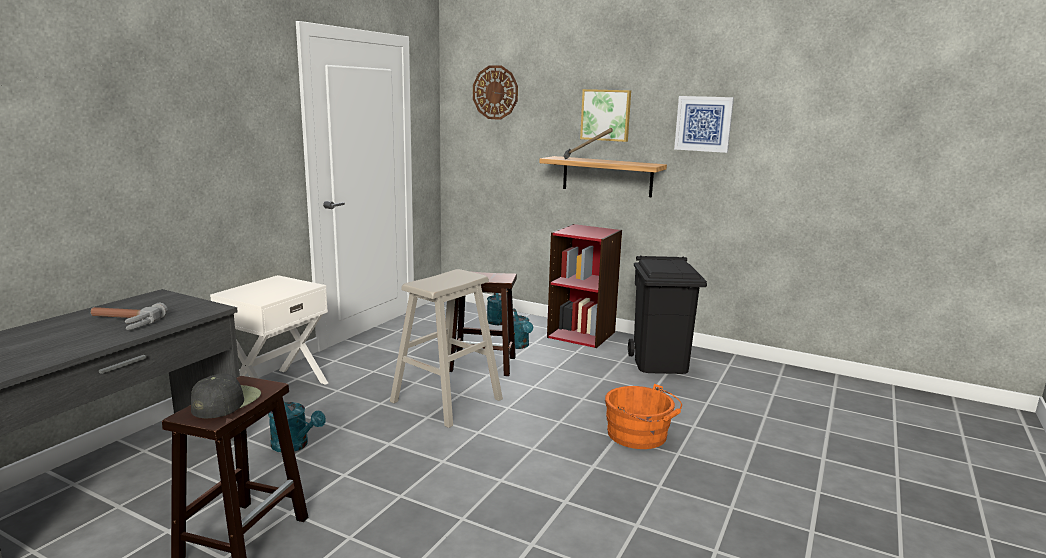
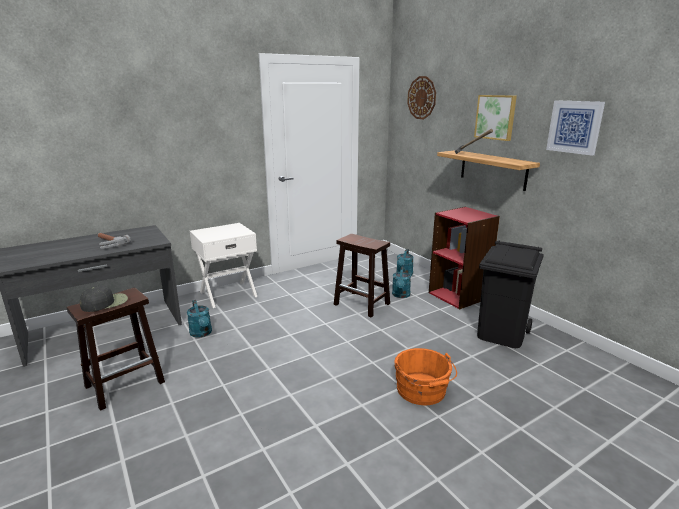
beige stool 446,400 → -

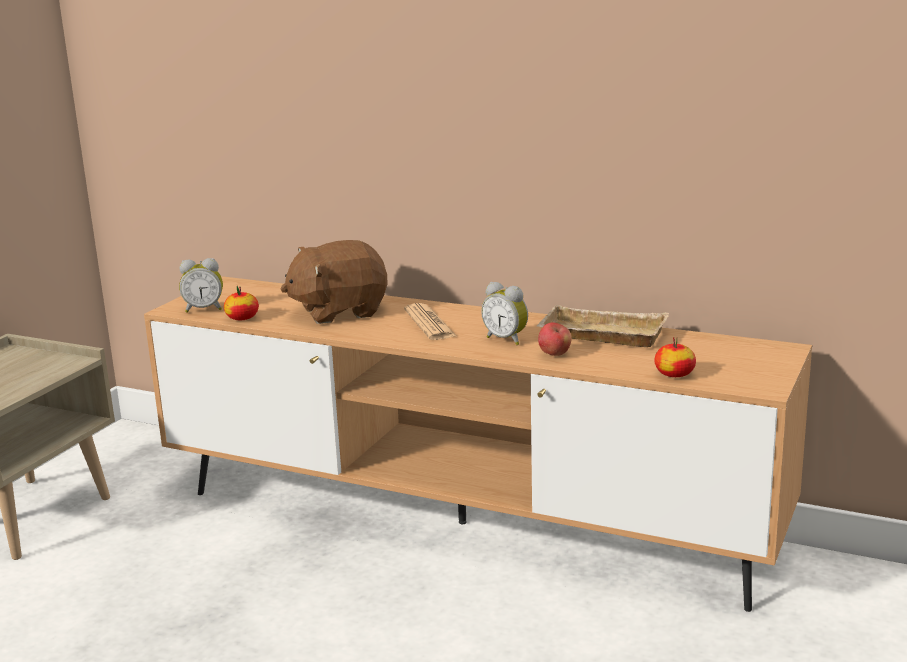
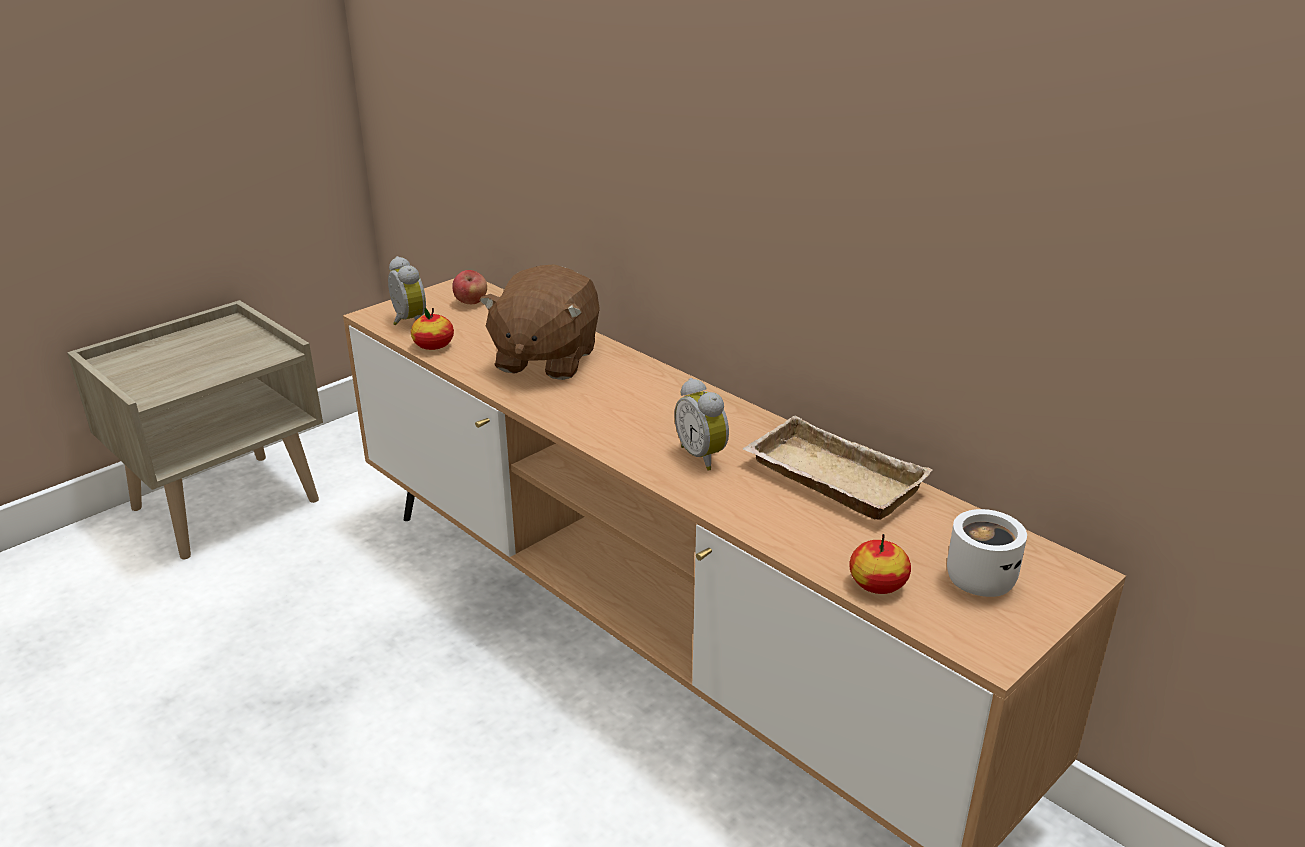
brown plush toy 339,311 → brown plush toy 545,359, 75 degrees counterclockwise
alarm clock 204,309 → alarm clock 407,322, 135 degrees counterclockwise
newspaper 429,323 → -
apple 554,354 → apple 471,302, relocated
- → white mug 977,576

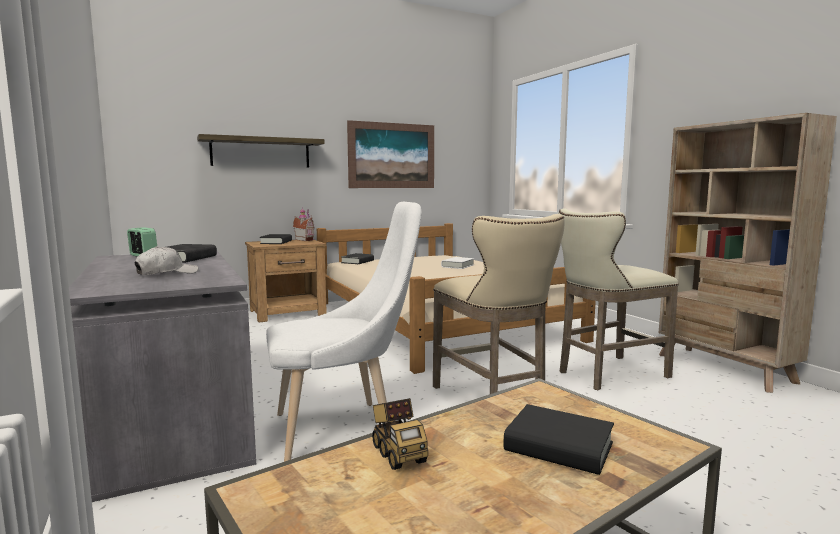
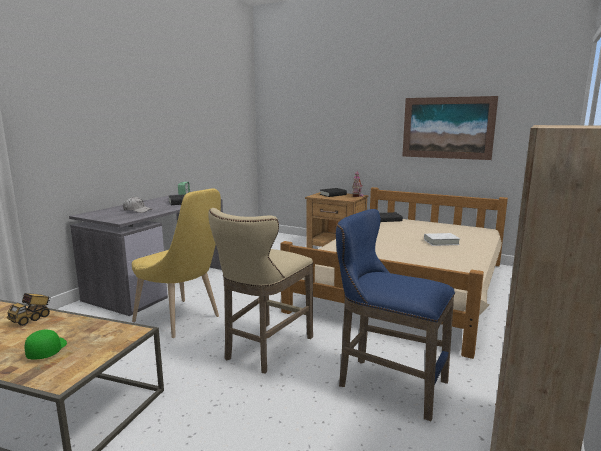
shelf 261,152 → -
white chair 343,429 → yellow chair 181,320
beige stool 606,374 → blue stool 386,383
black book 558,447 → green cap 46,350

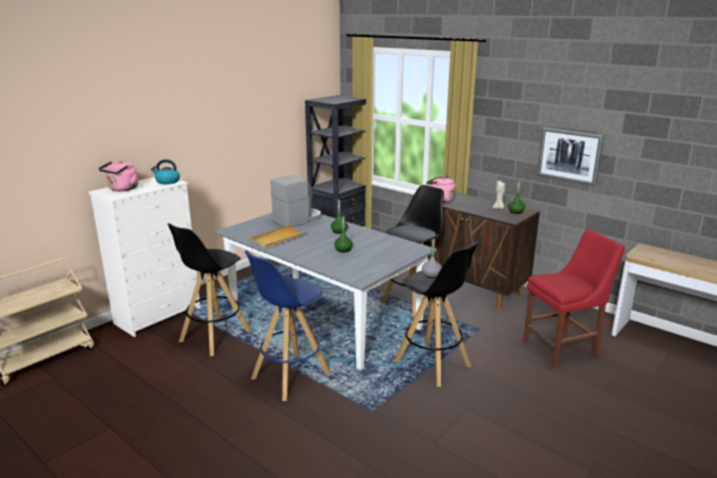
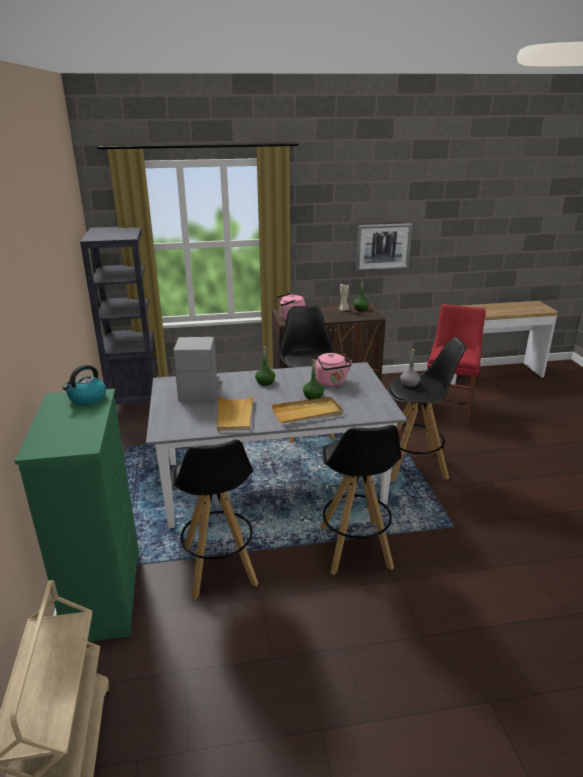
pink kettle 122,189 → pink kettle 332,383, relocated
white dresser 159,315 → green dresser 106,593
blue stool 290,376 → black stool 355,548
- → beige tray 307,413

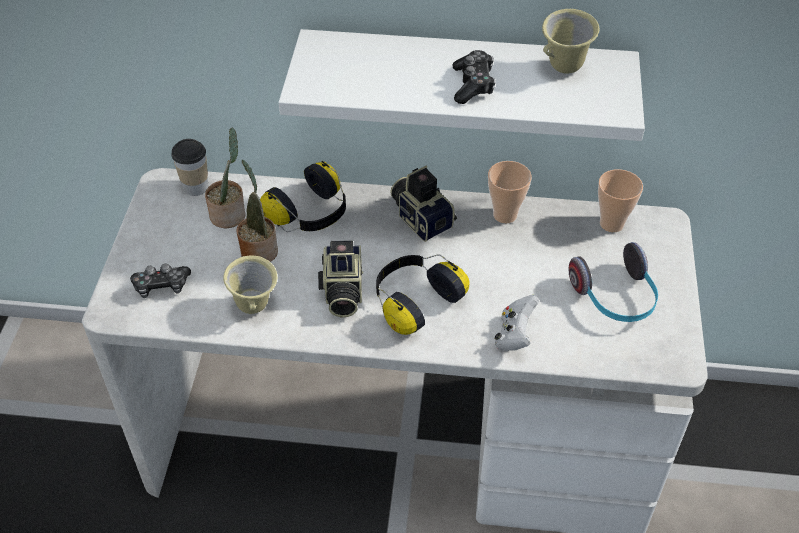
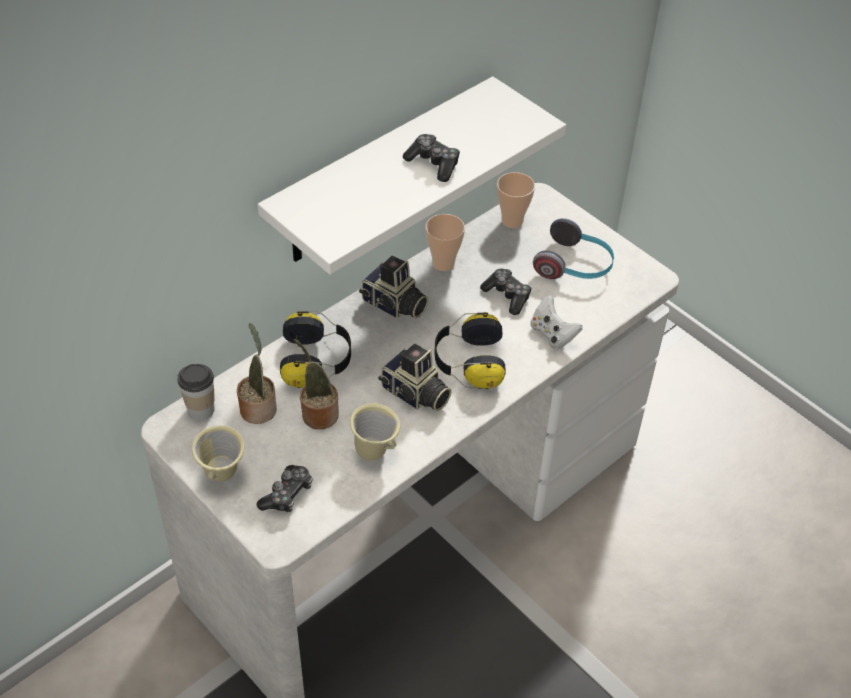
beige mug 564,70 → beige mug 223,476, relocated
photo camera 421,217 → photo camera 394,305, 150 degrees counterclockwise
- → game controller 507,296

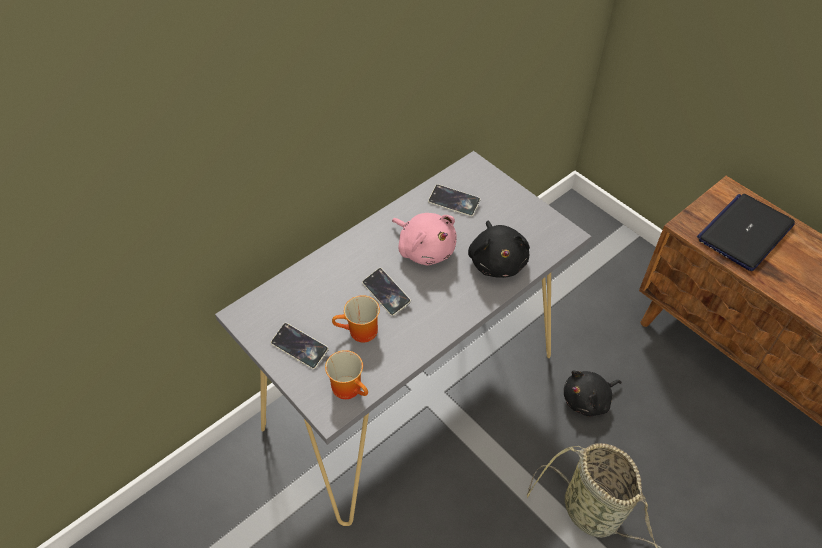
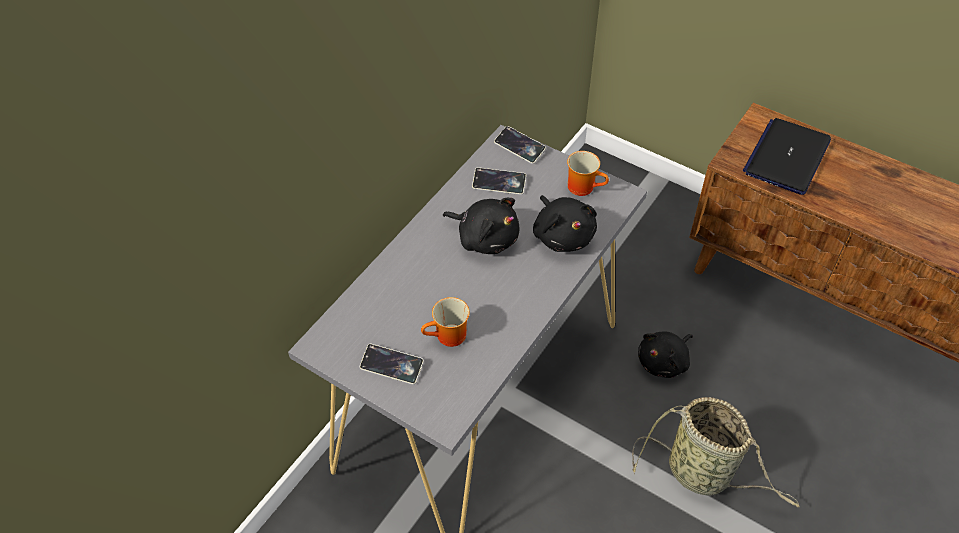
pink plush toy 425,249 → black plush toy 485,237
phone 386,294 → phone 519,147, relocated
mug 350,387 → mug 584,186, relocated

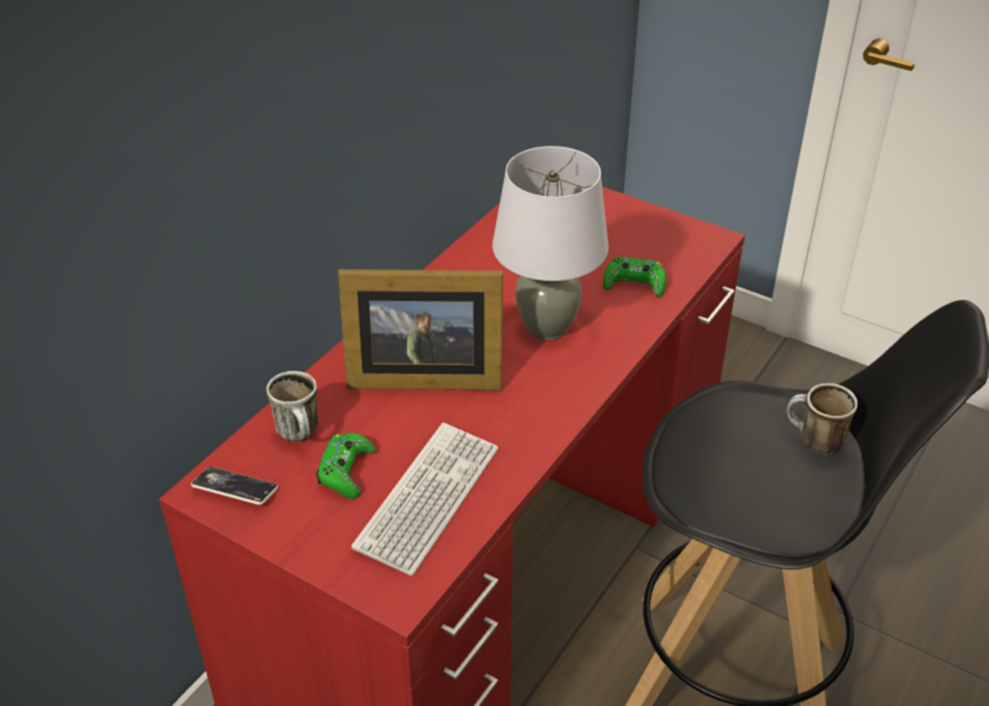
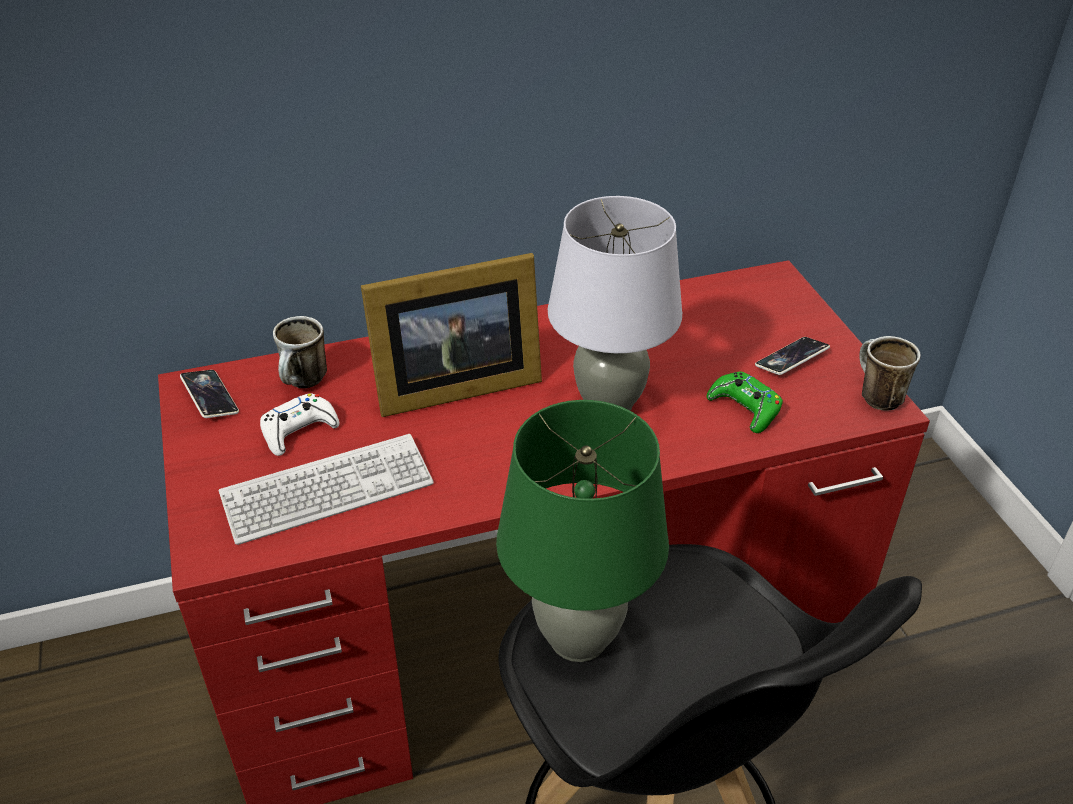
picture frame 420,374 → picture frame 451,386, 60 degrees counterclockwise
mug 813,442 → mug 874,395, relocated
green game controller 346,471 → white game controller 298,431
- → phone 791,360
- → green table lamp 577,638

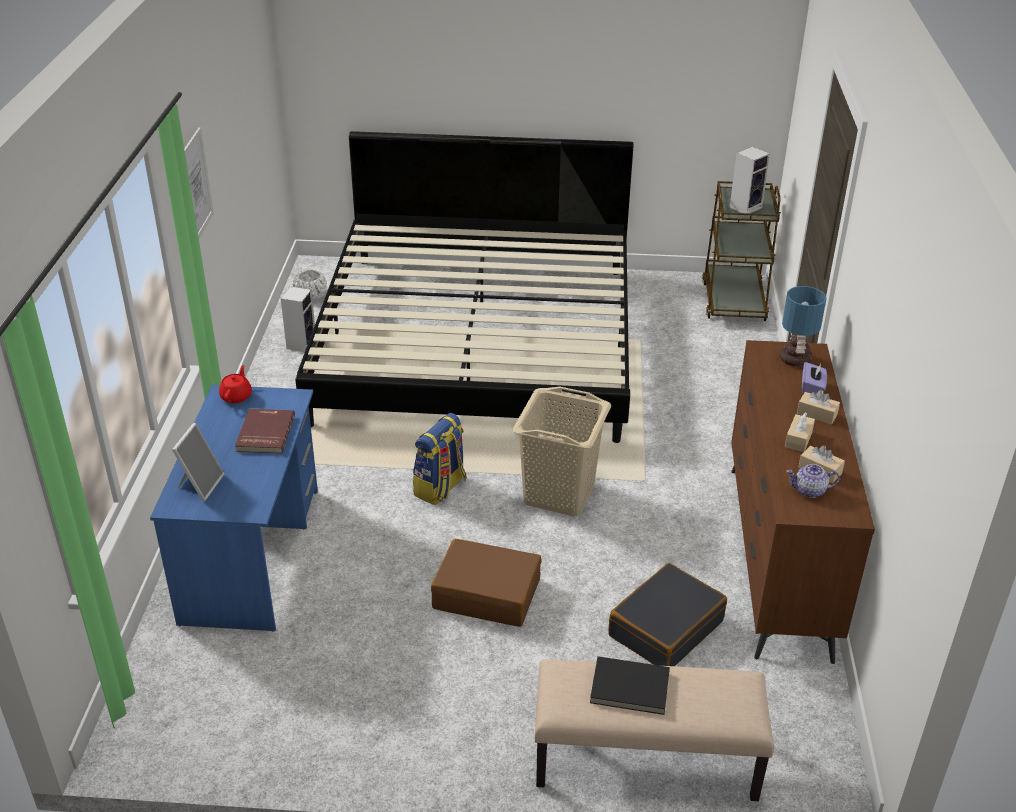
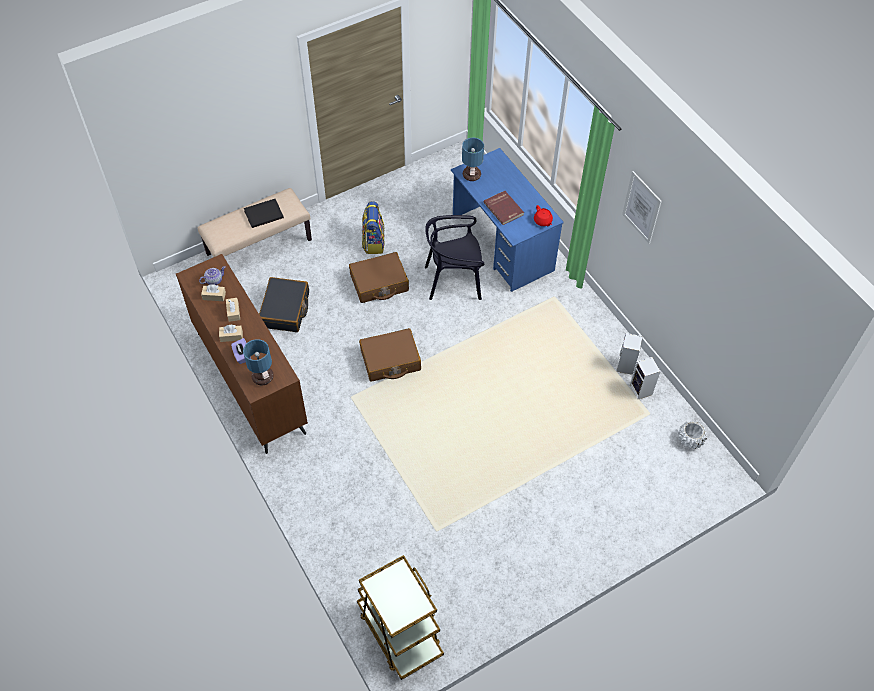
bed 478,341 → -
speaker 746,207 → speaker 626,366, relocated
beige laundry basket 558,494 → brown suitcase 390,360
backpack 440,488 → backpack 373,242, relocated
picture frame 200,485 → -
- → table lamp 471,175
- → black chair 453,280

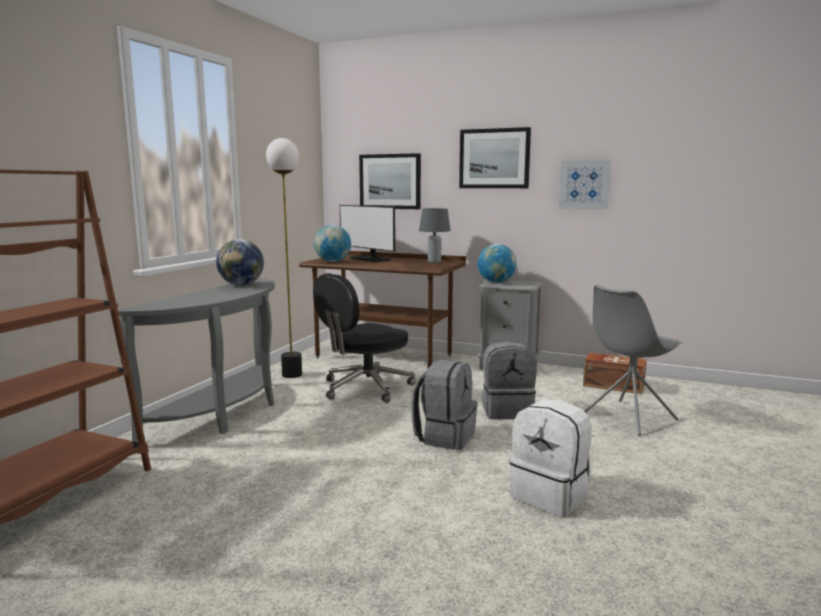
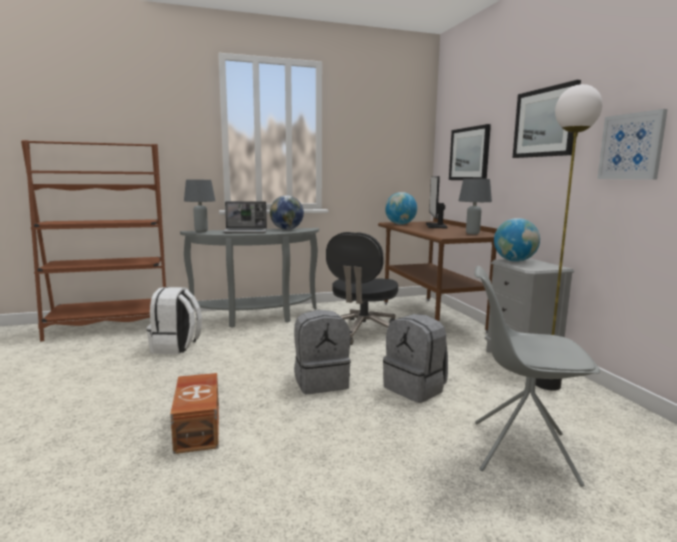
floor lamp 292,374 → floor lamp 547,384, relocated
black office chair 365,388 → black office chair 362,332, 75 degrees counterclockwise
brown storage box 612,385 → brown storage box 199,427, relocated
white backpack 550,495 → white backpack 176,347, relocated
- → grey table lamp 201,231
- → laptop 246,232

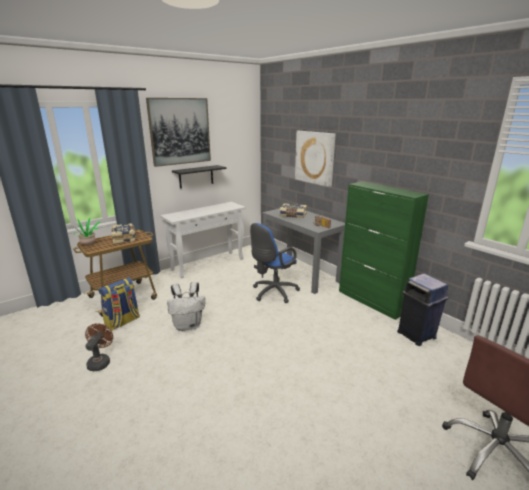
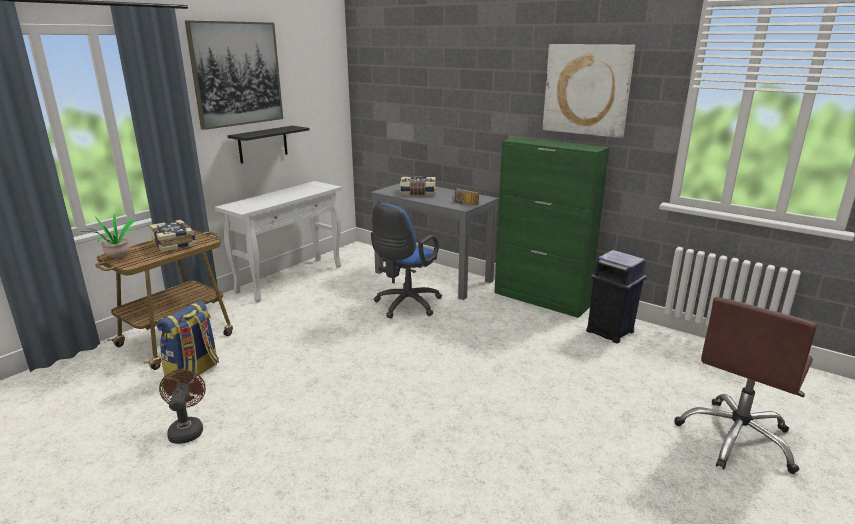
picture 314,158 → picture 587,90, relocated
white backpack 188,325 → -

